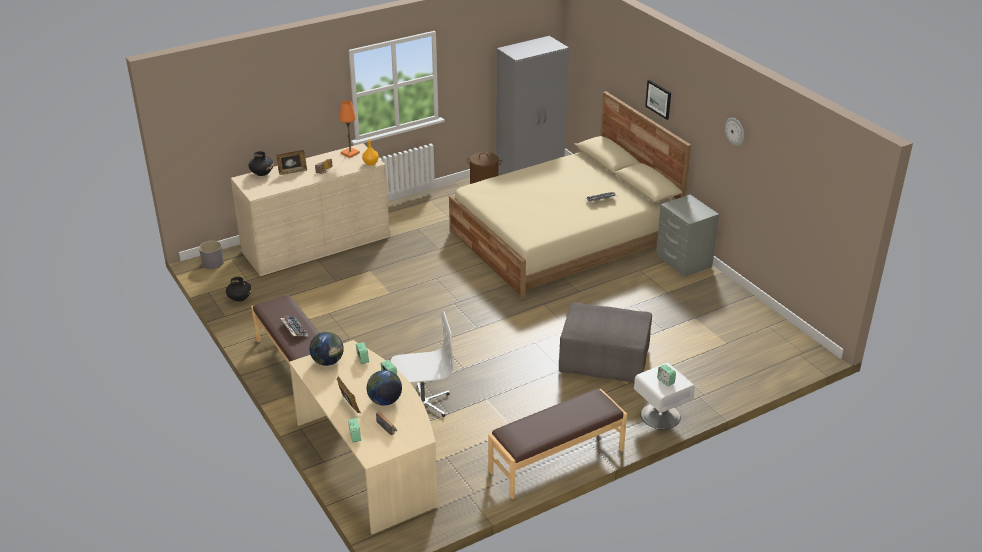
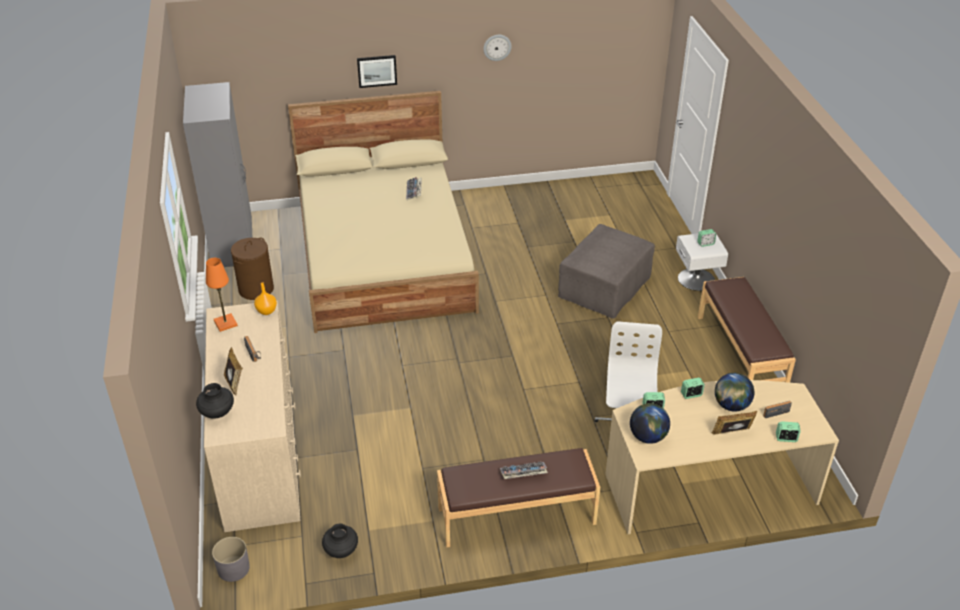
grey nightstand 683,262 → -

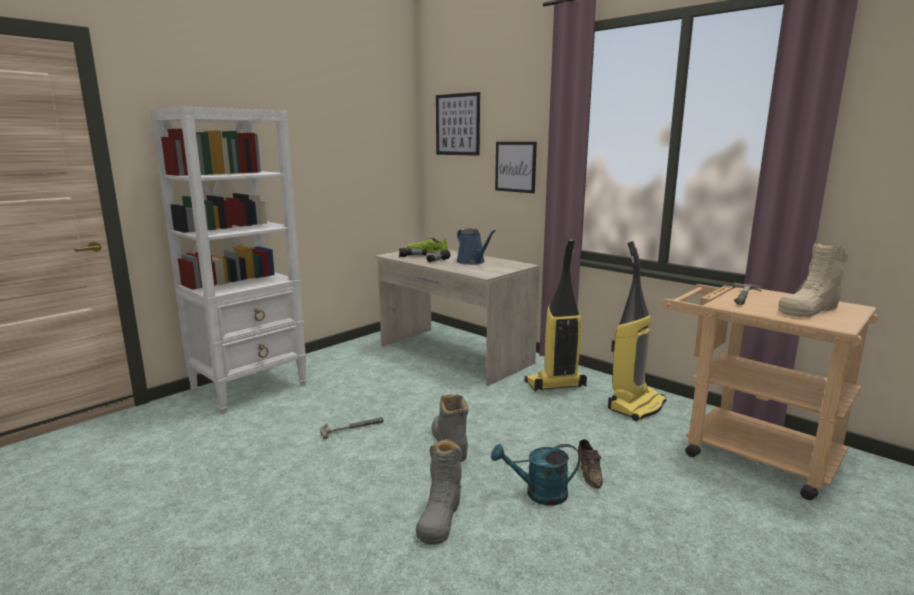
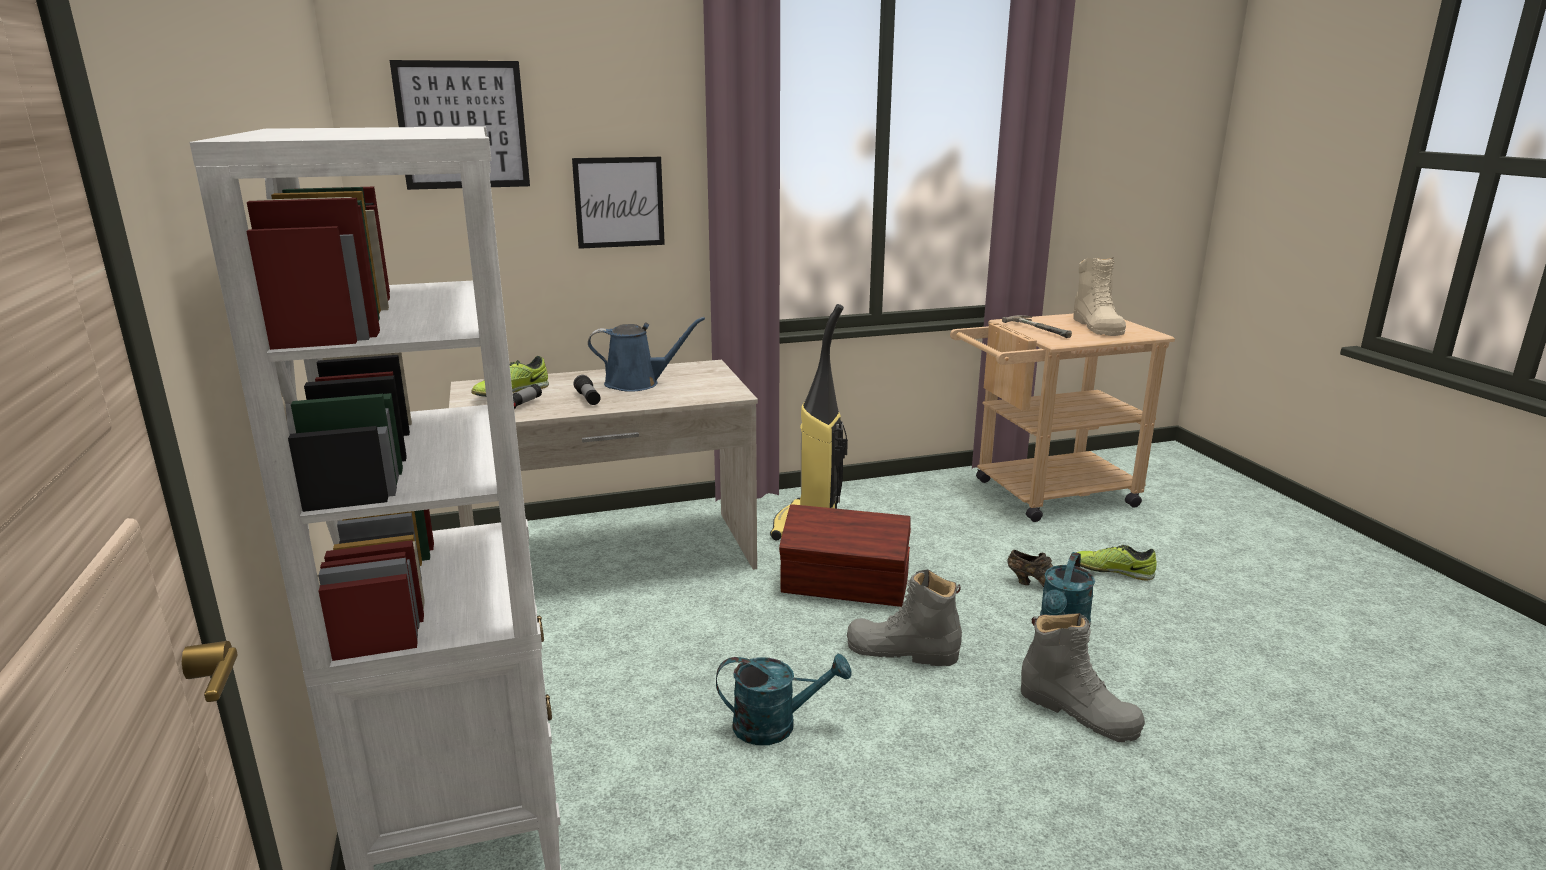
vacuum cleaner 635,405 → -
hammer 350,427 → turquoise watering can 776,725
- → brown storage box 845,587
- → shoe 1112,571

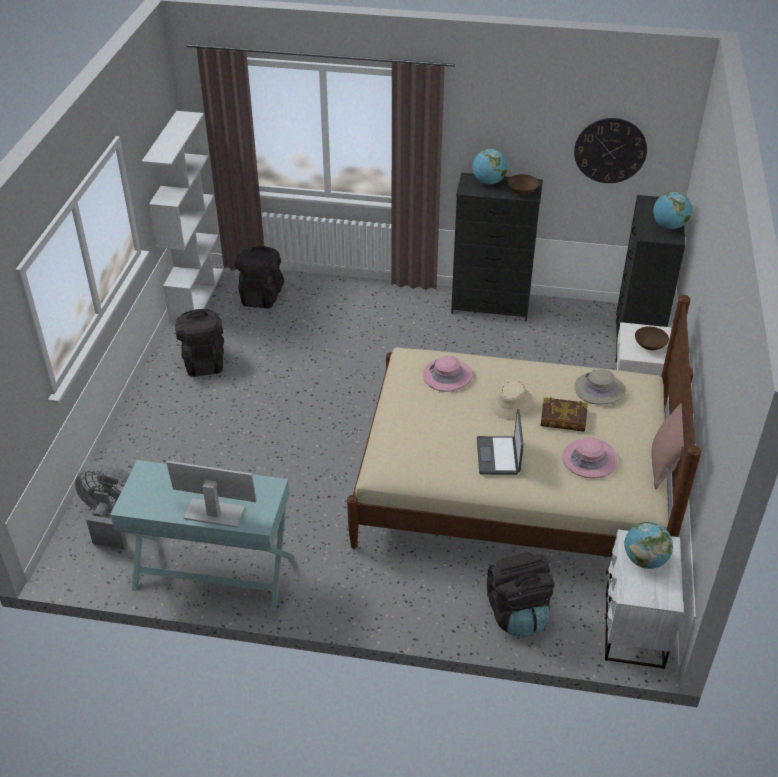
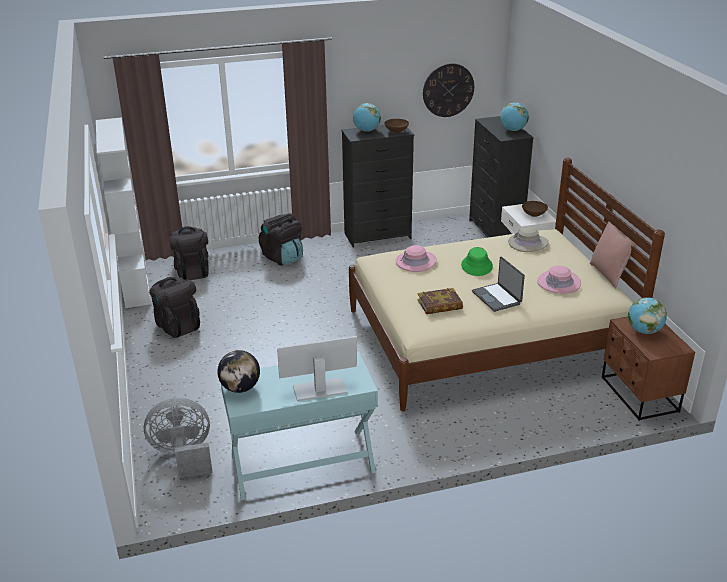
beige hat 512,403 → green hat 477,266
book 563,418 → book 440,305, relocated
white nightstand 633,627 → brown nightstand 639,395
black backpack 517,613 → black backpack 283,258, relocated
- → globe 240,388

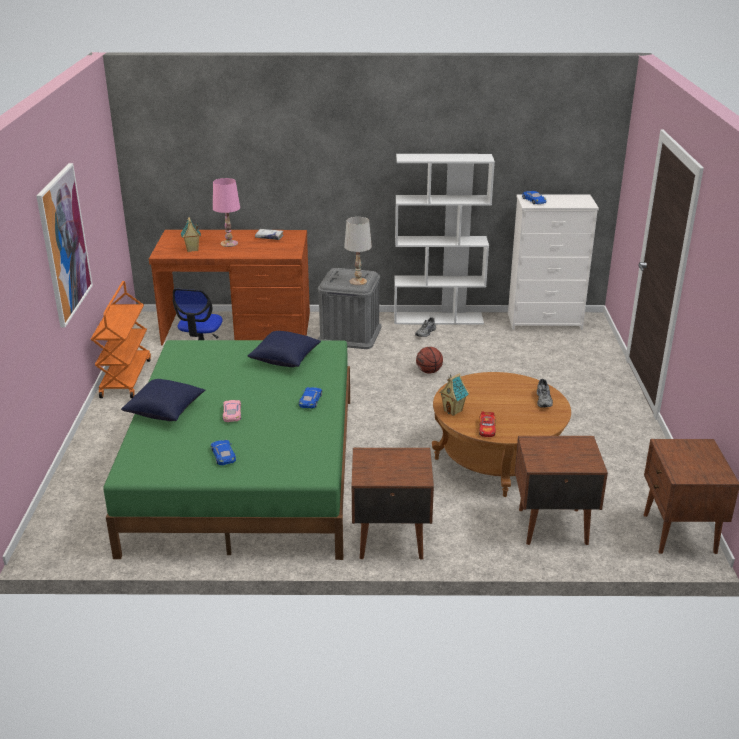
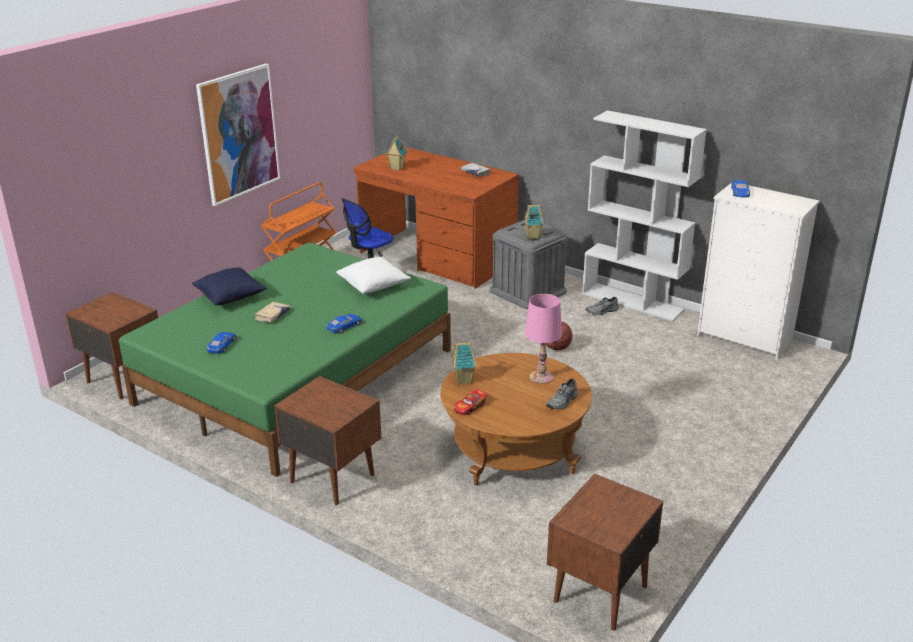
pink table lamp 229,243 → pink table lamp 541,377, relocated
white table lamp 357,281 → toy house 532,236
blue pillow 285,359 → white pillow 373,286
pink toy car 232,413 → beige book 272,316
brown nightstand 551,526 → brown nightstand 123,379, relocated

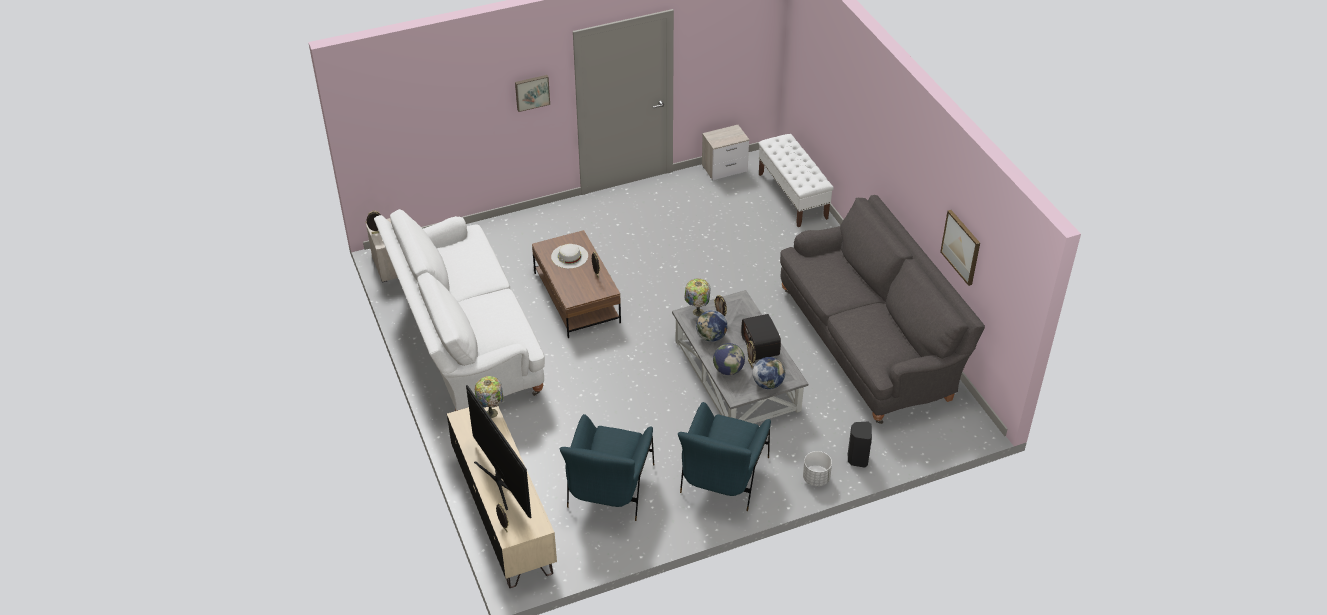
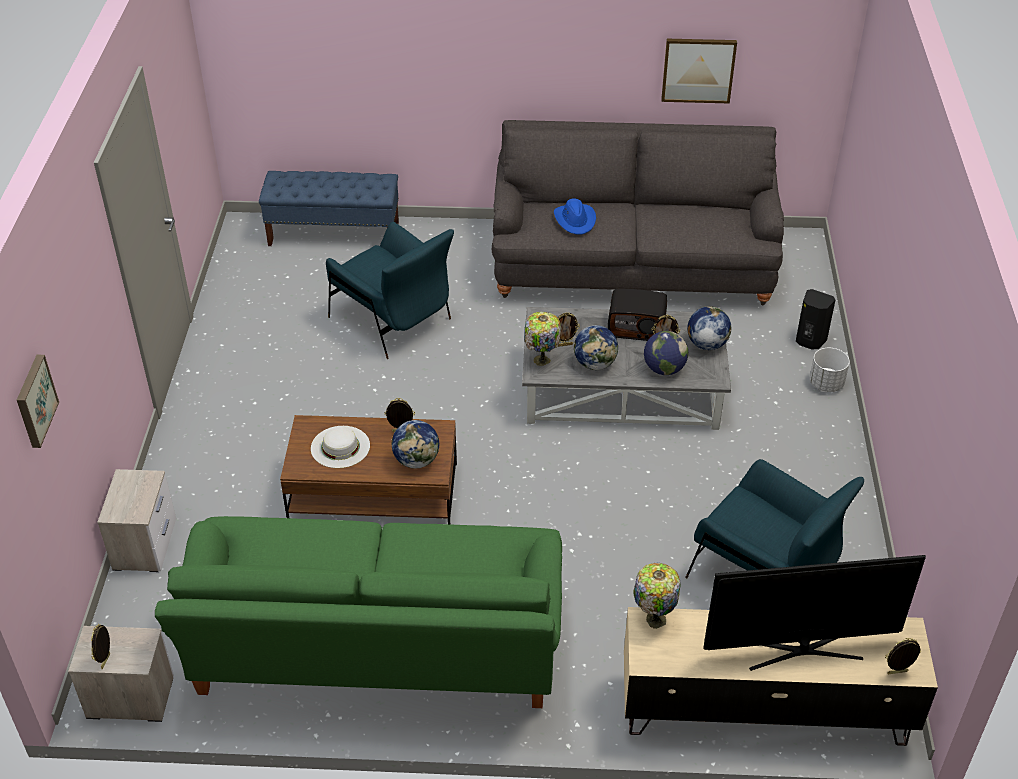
picture 532,92 → picture 34,401, relocated
nightstand 725,168 → nightstand 145,543, relocated
white bench 793,196 → blue bench 334,233
white sofa 464,341 → green sofa 377,650
blue armchair 723,477 → blue armchair 392,320, relocated
- → blue hat 575,220
- → globe 417,460

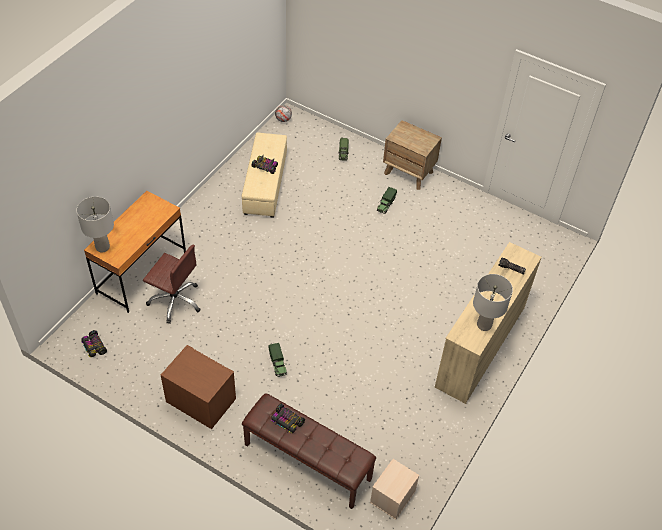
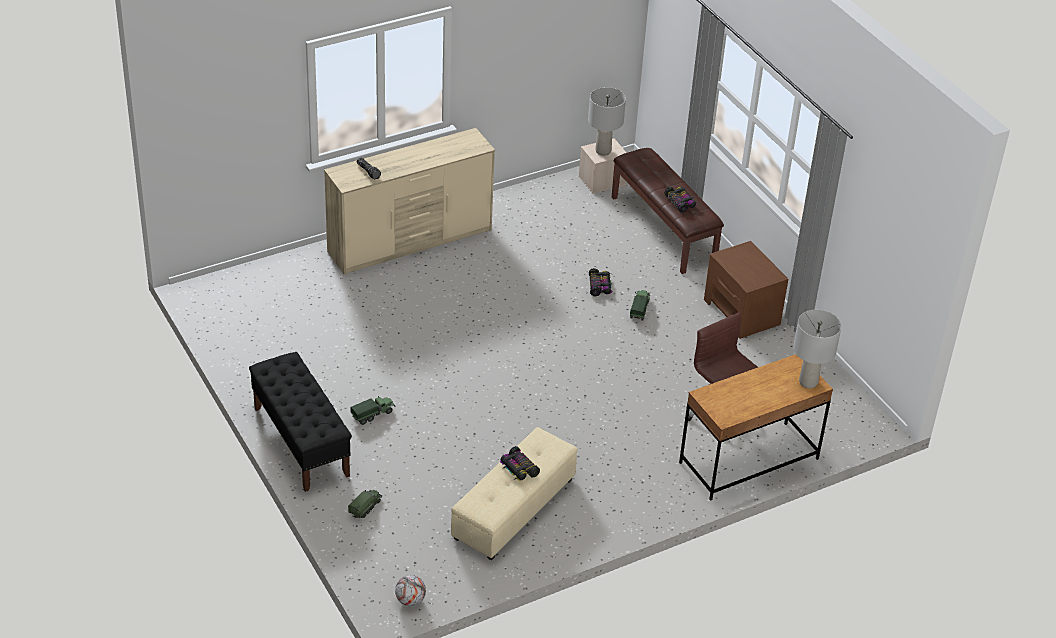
brown nightstand 409,173 → black bench 301,441
grey table lamp 484,325 → grey table lamp 603,151, relocated
toy car 93,347 → toy car 600,286, relocated

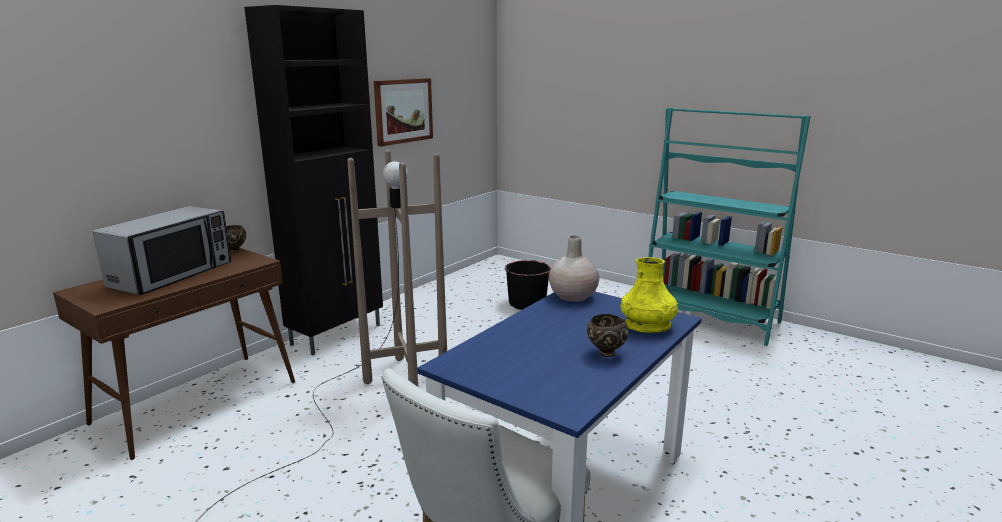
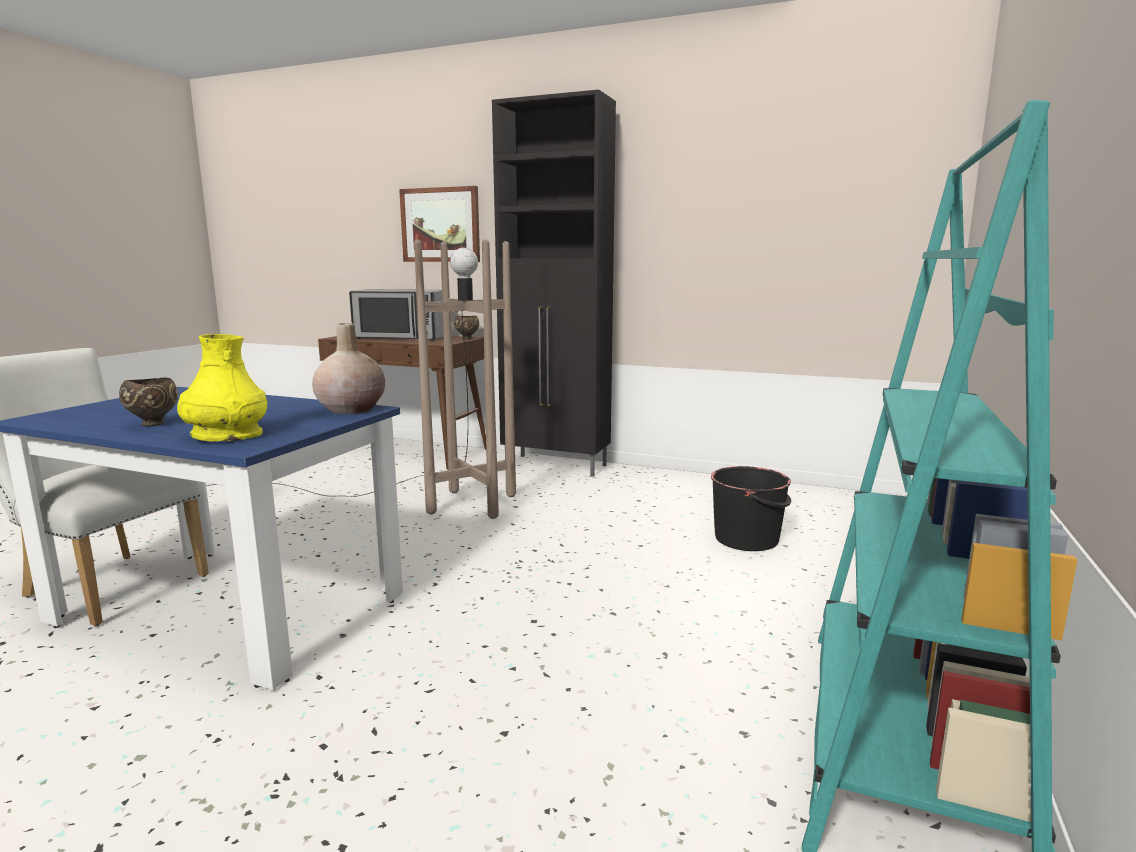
picture 403,111 → picture 440,225, relocated

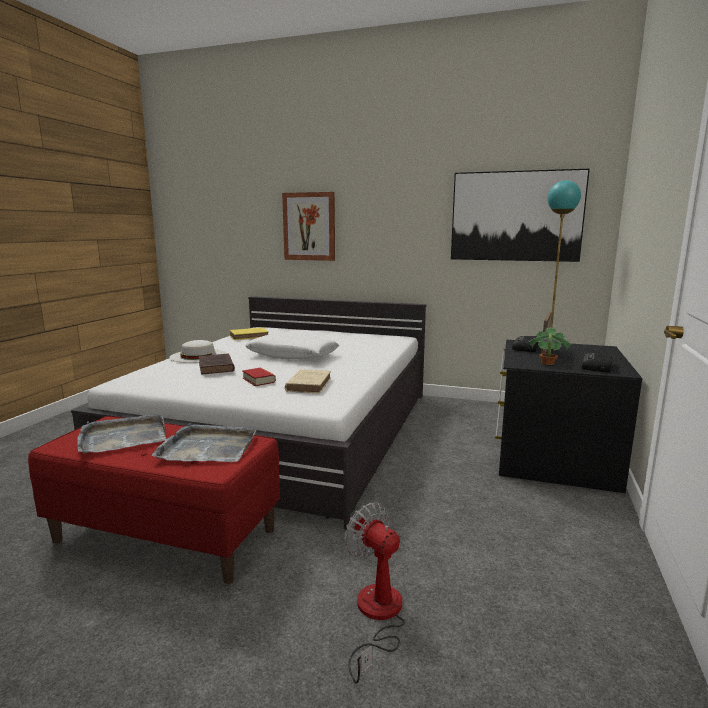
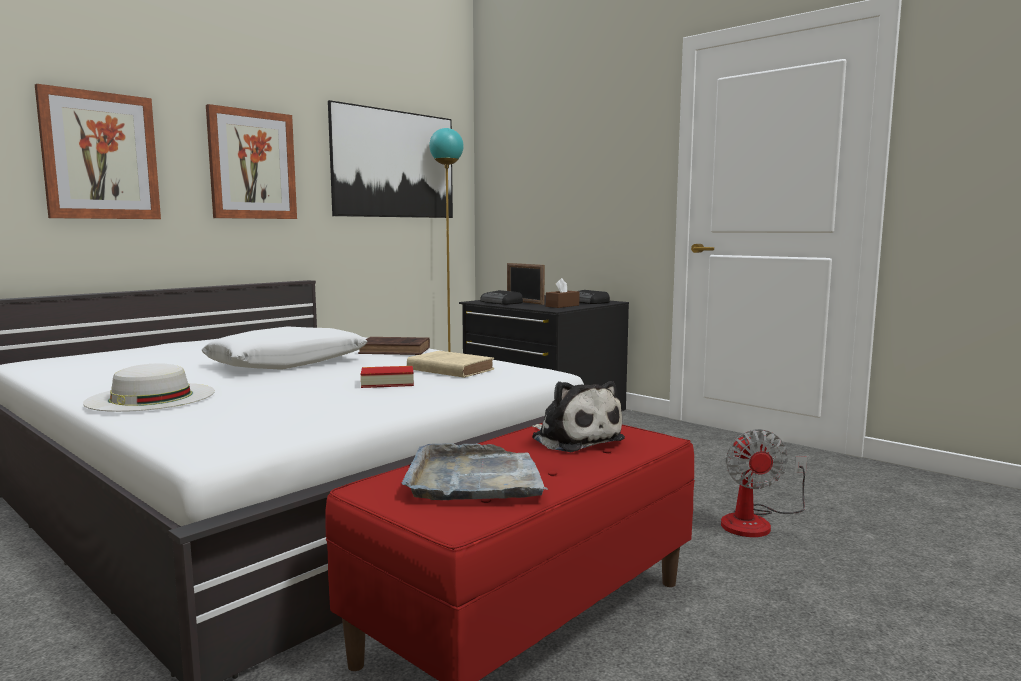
yellow book 250,336 → -
potted plant 547,363 → brown tissue box 562,306
brown book 216,367 → brown book 396,350, relocated
grey tray 208,447 → plush toy 574,439
fan 376,616 → fan 756,522, 75 degrees counterclockwise
- → picture 252,165

